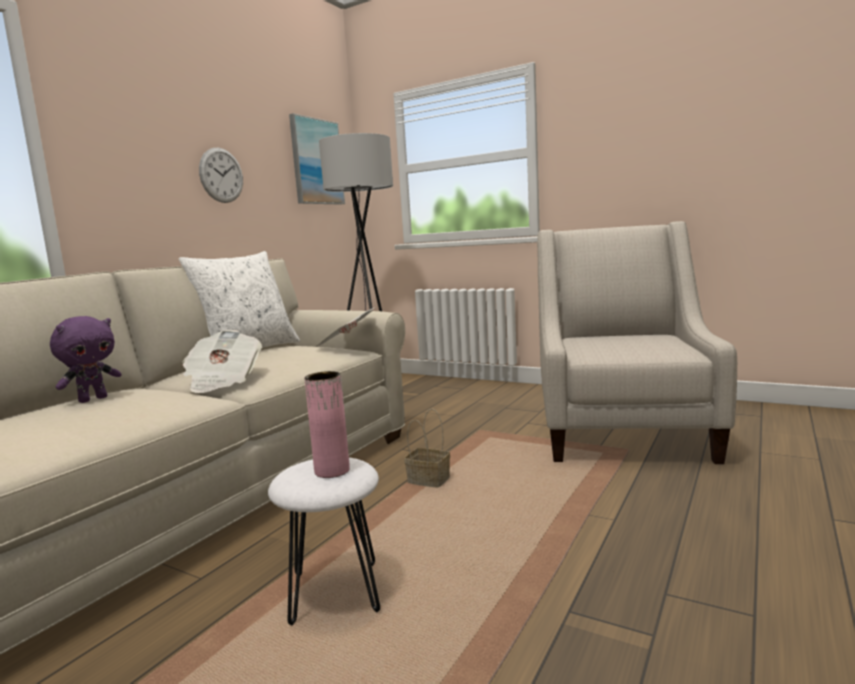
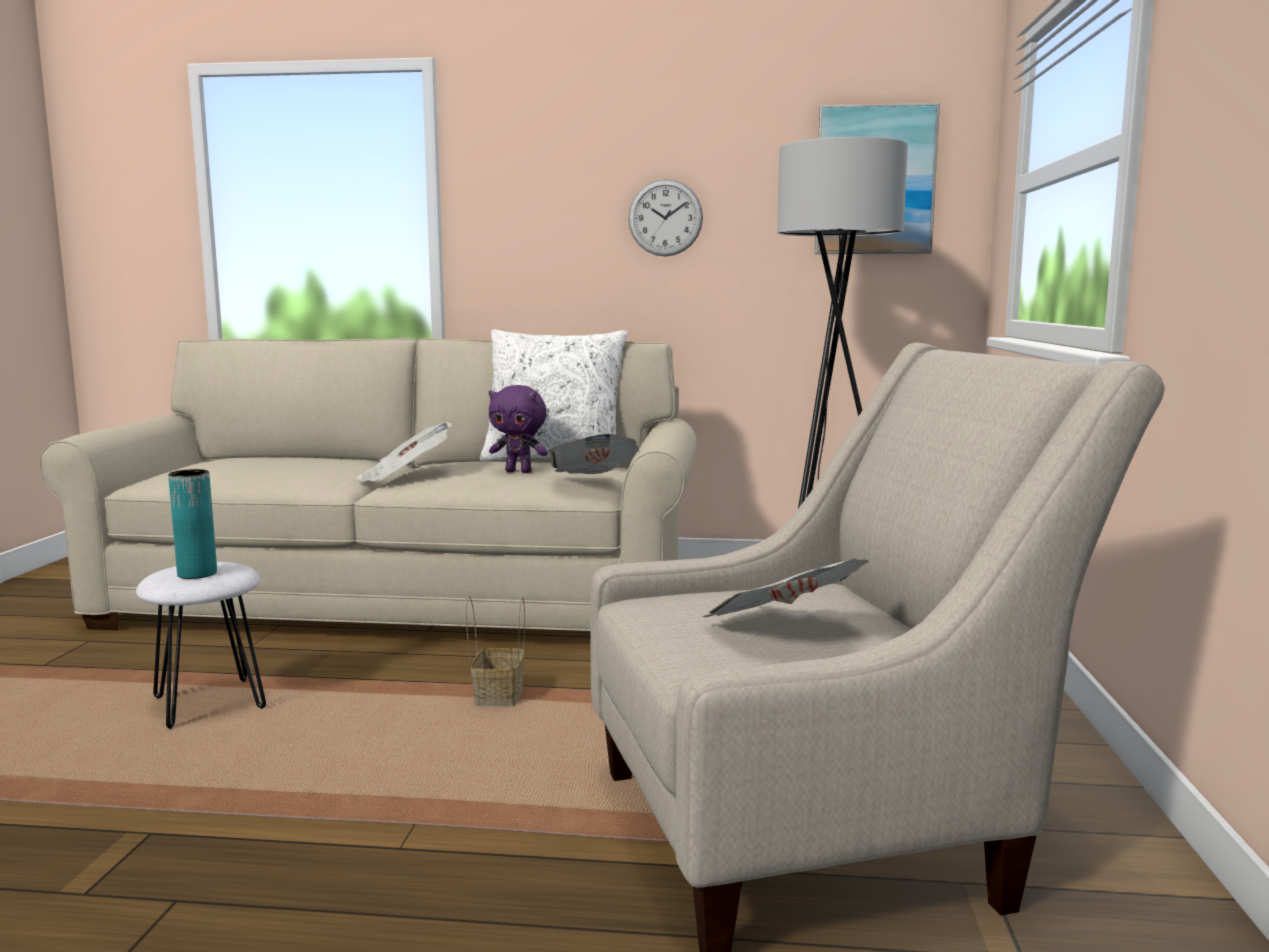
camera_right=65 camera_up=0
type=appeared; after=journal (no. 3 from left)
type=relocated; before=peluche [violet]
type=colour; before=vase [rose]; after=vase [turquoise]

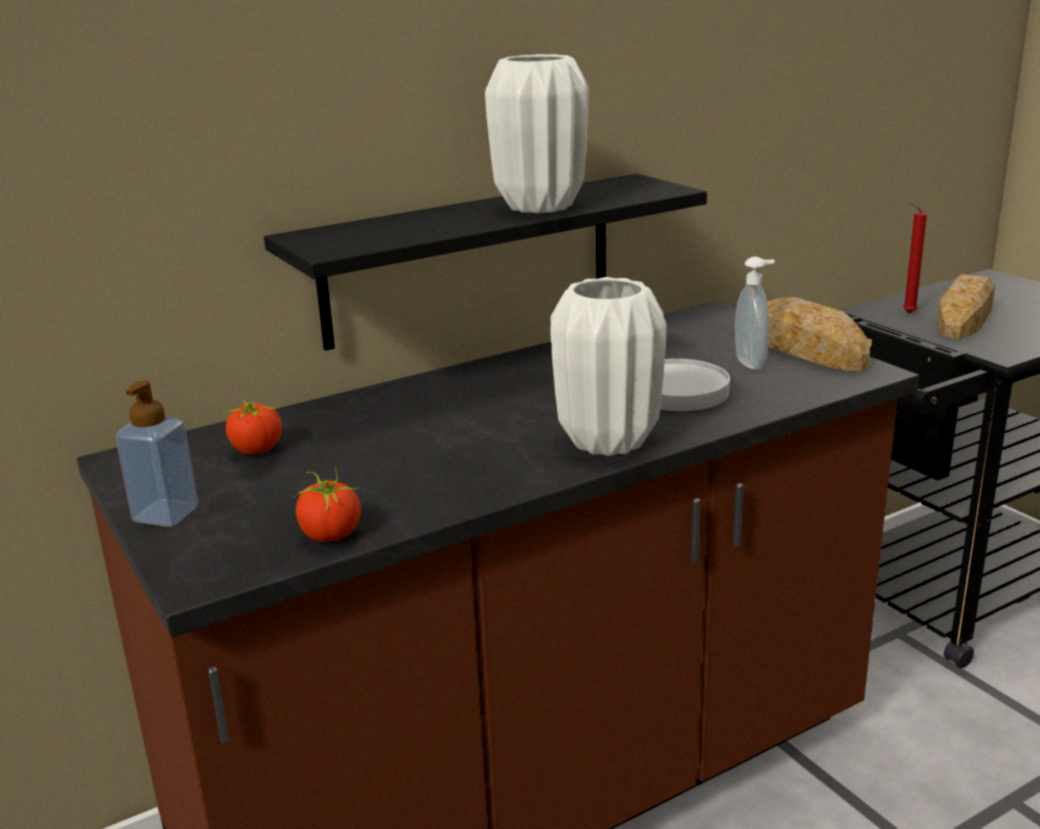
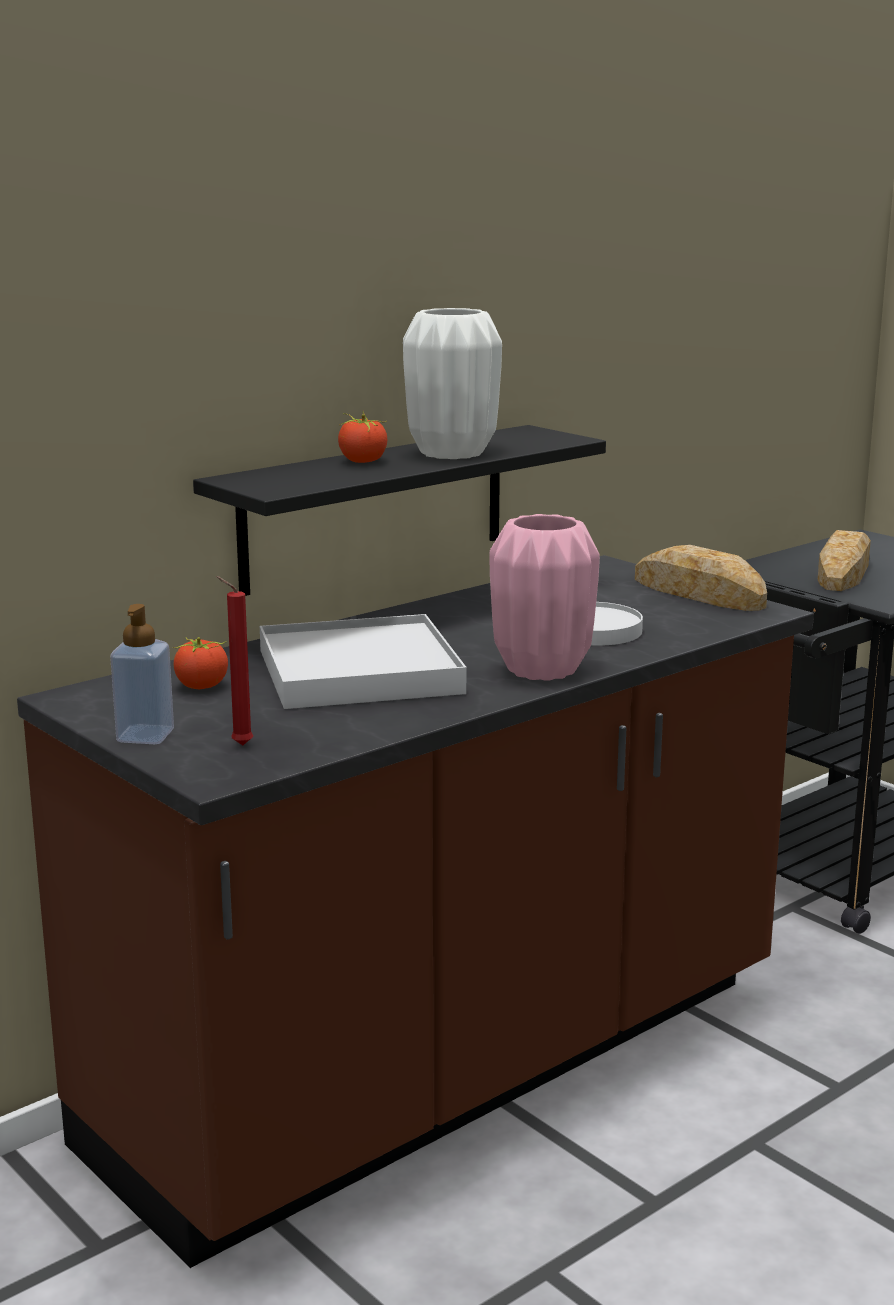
camera_right=-10 camera_up=-5
type=missing; before=distributeur de savon (no. 2 from left)
type=appeared; after=plateau [blanc]
type=relocated; before=tomate (no. 2 from left)
type=relocated; before=bougie [rouge]
type=colour; before=vase [blanc] (no. 2 from left); after=vase [rose]

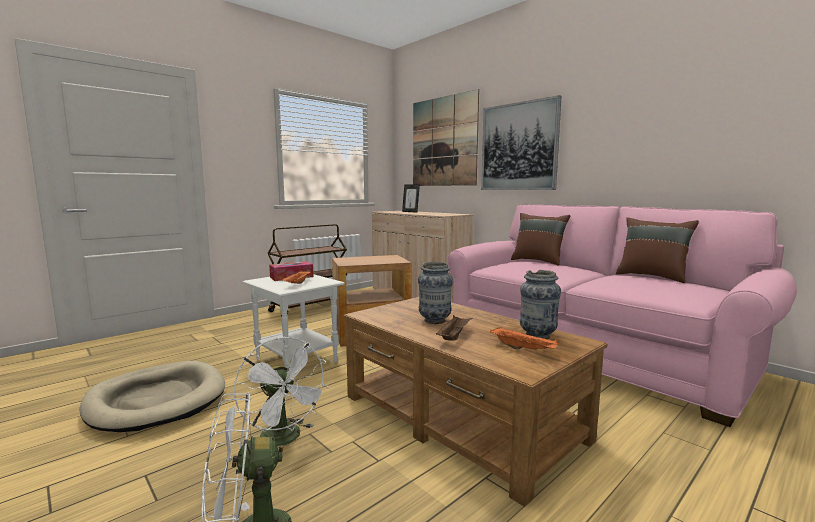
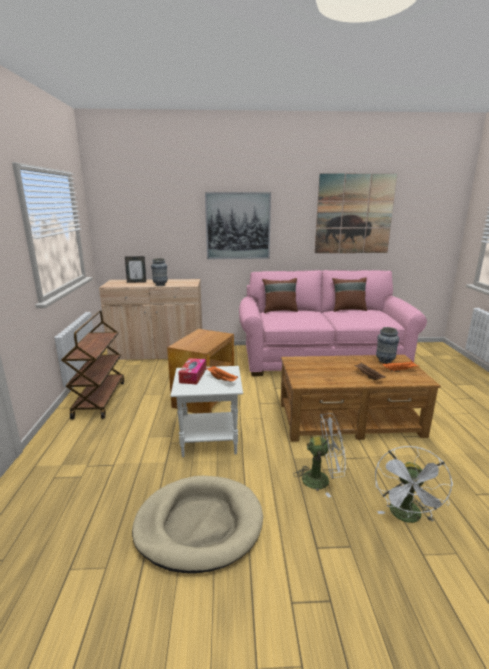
camera_right=-50 camera_up=10
type=relocated; before=tableau (no. 1 from left in the first image); after=tableau (no. 2 from left)
type=relocated; before=vase (no. 1 from left)

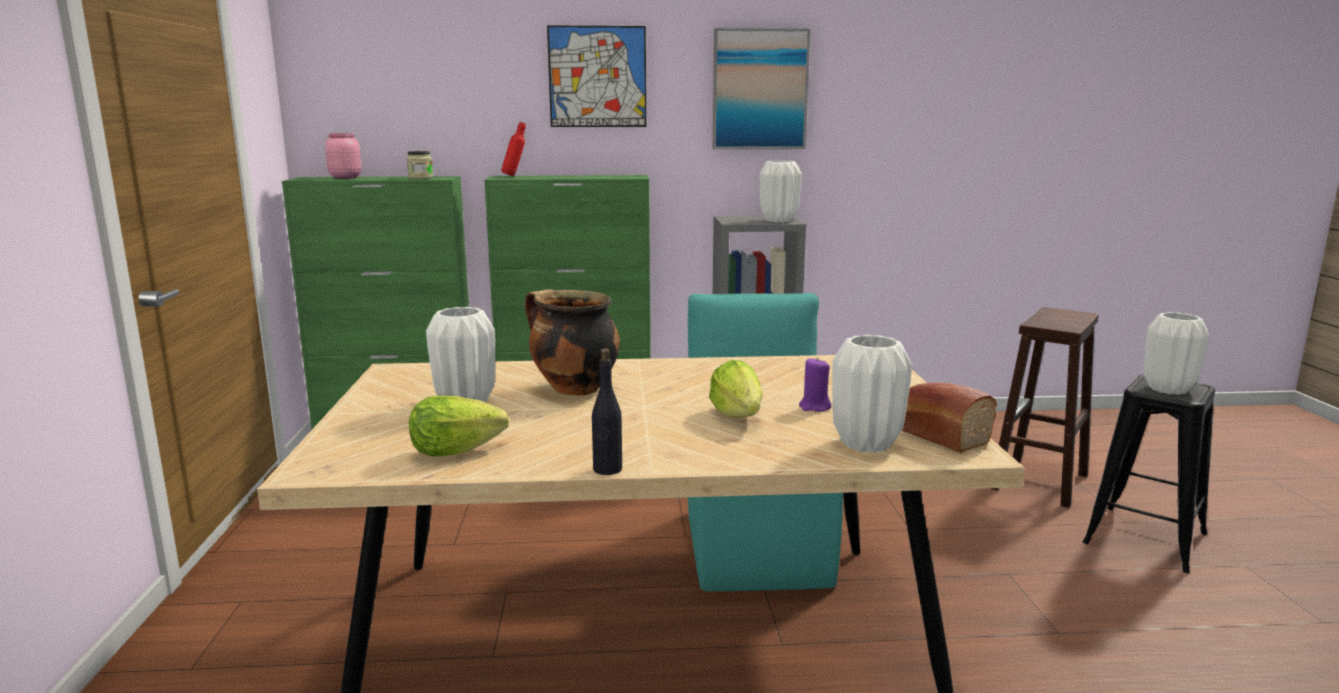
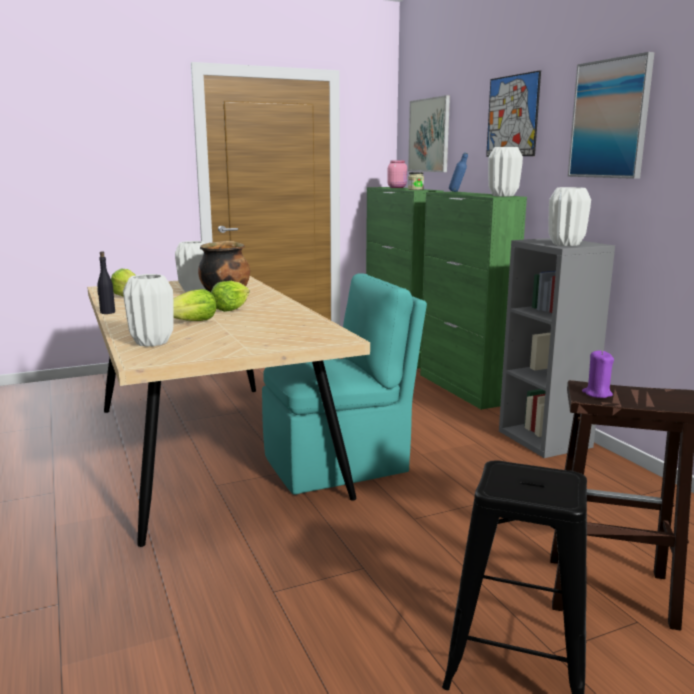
camera_right=70 camera_up=0
type=missing; before=pain
type=appeared; after=laitue (no. 3 from left)
type=appeared; after=tableau (no. 1 from left)
type=relocated; before=bougie [violet]
type=relocated; before=vase [blanc] (no. 4 from left in the first image); after=vase [blanc] (no. 3 from left)
type=colour; before=bouteille [rouge]; after=bouteille [bleu]

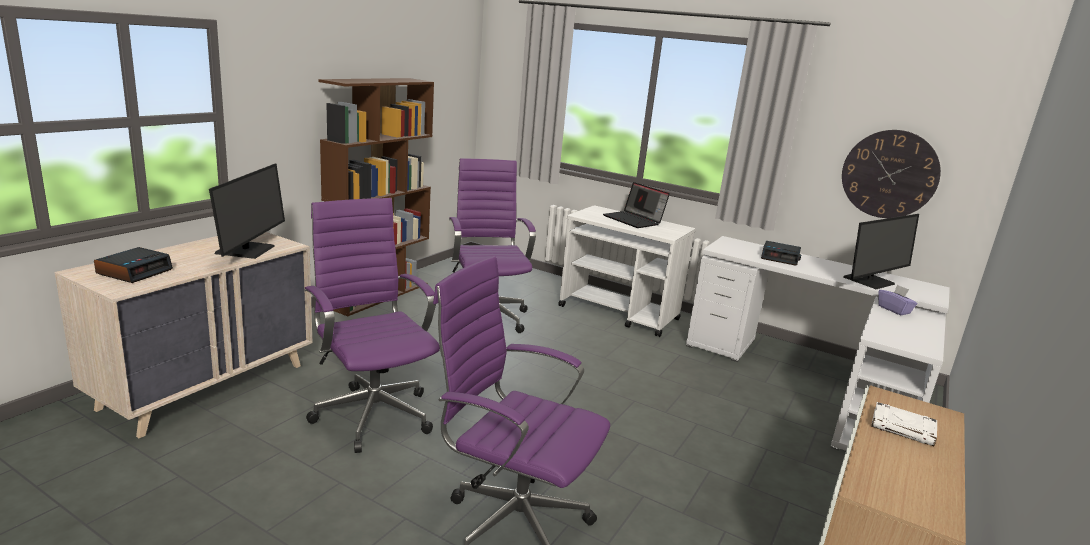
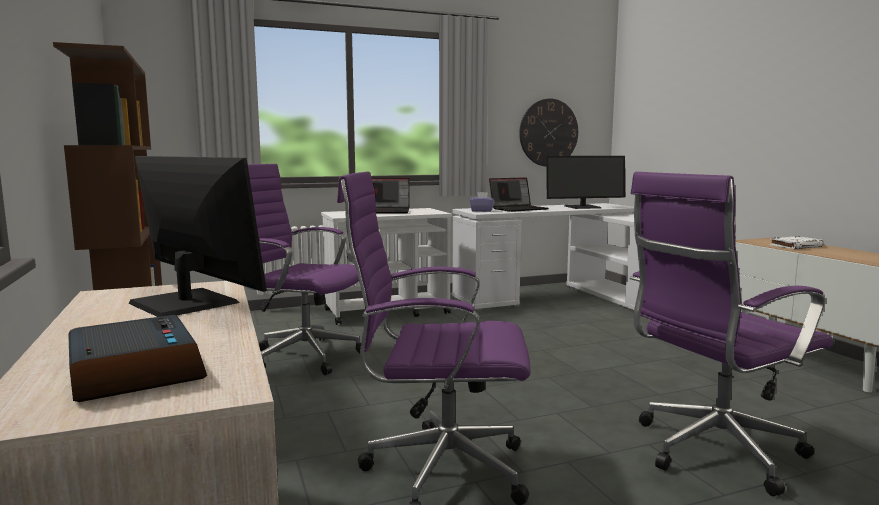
camera_right=-50 camera_up=-10
type=relocated; before=boîte à mouchoirs [violet]
type=exchanged; before=réveil (no. 2 from left); after=ordinateur portable (no. 2 from left)
type=spun; before=écran d'ordinateur (no. 2 from left); turn=75

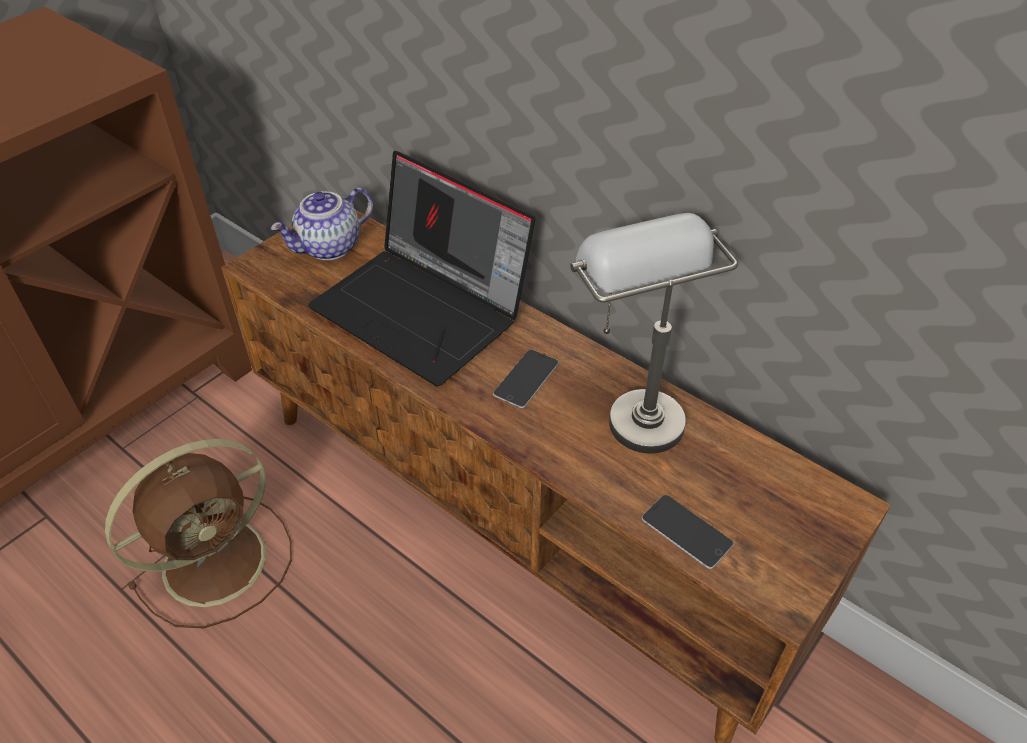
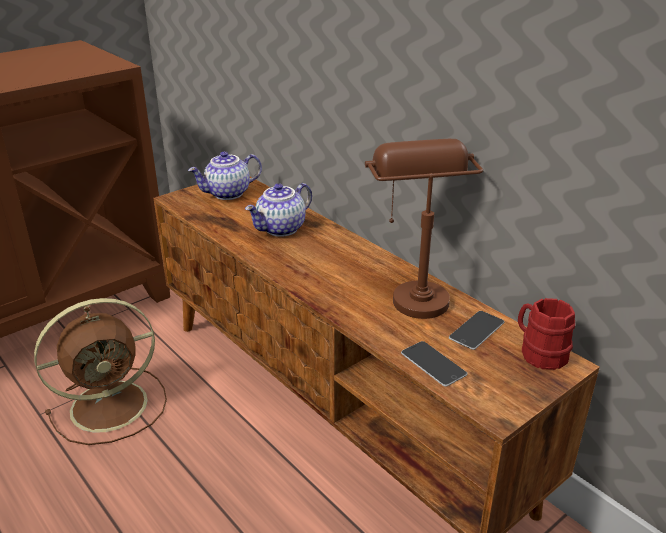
camera_right=10 camera_up=-15
type=appeared; after=mug [rouge]
type=relocated; before=téléphone (no. 1 from left in the first image); after=téléphone (no. 2 from left)
type=exchanged; before=ordinateur portable; after=théière (no. 2 from left)
type=colour; before=lampe de table [gris]; after=lampe de table [marron]

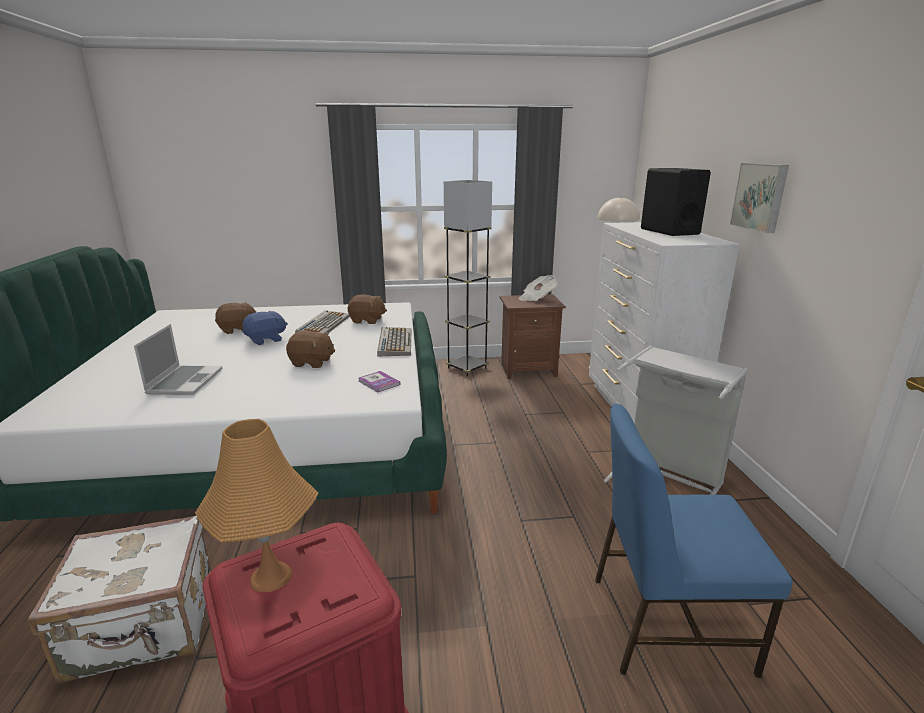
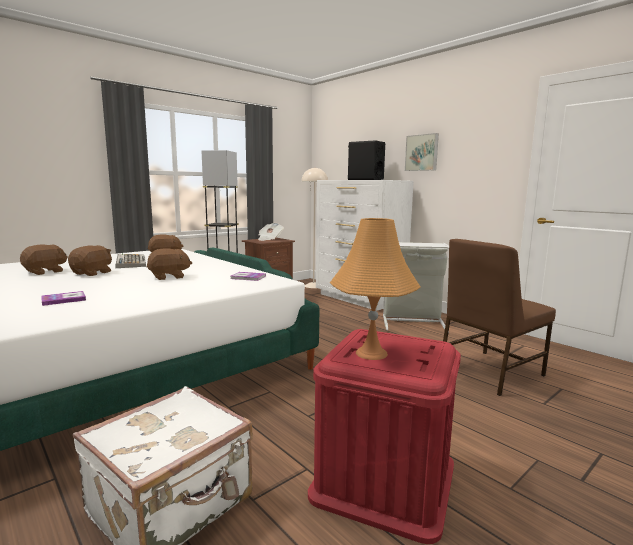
camera_right=-35 camera_up=-10
type=missing; before=clavier (no. 2 from left)
type=exchanged; before=ordinateur portable; after=livre (no. 1 from left)
type=colour; before=peluche [bleu]; after=peluche [marron] (no. 2 from left)
type=colour; before=chaise [bleu]; after=chaise [marron]

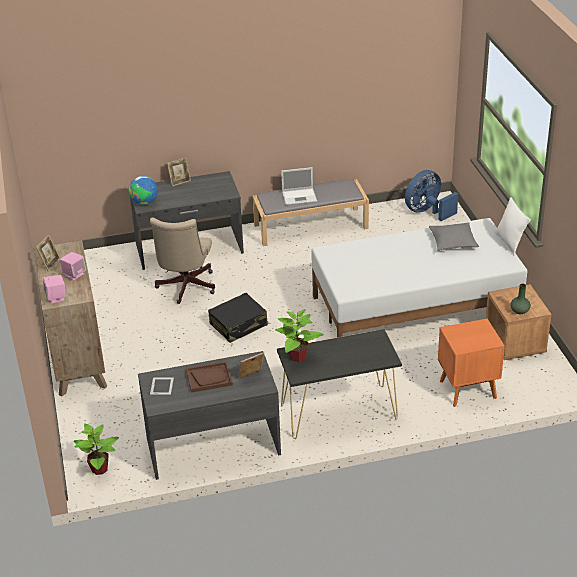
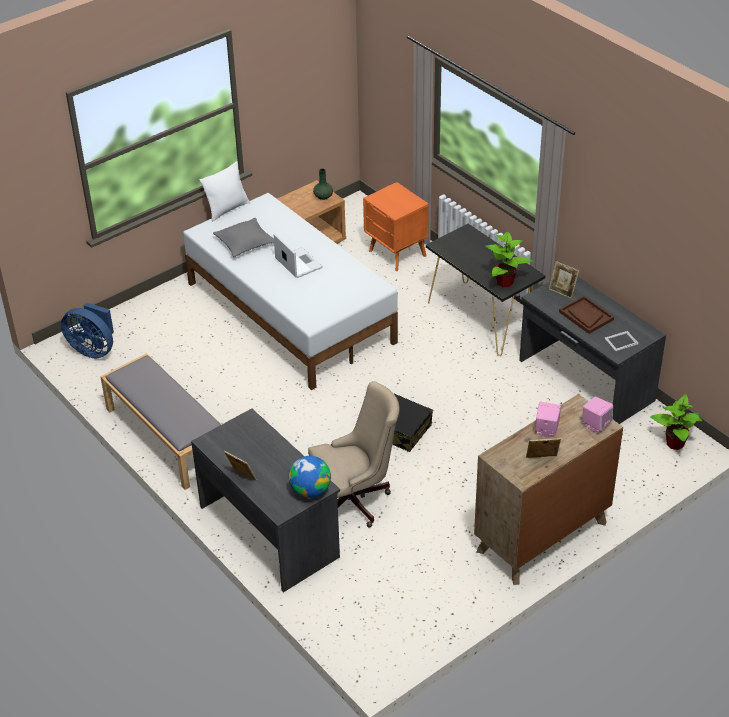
camera_right=-115 camera_up=5
type=relocated; before=ordinateur portable

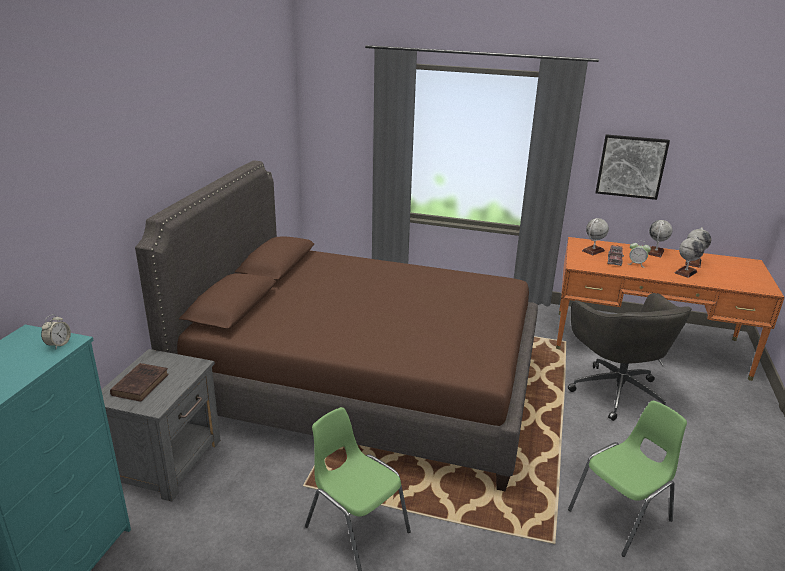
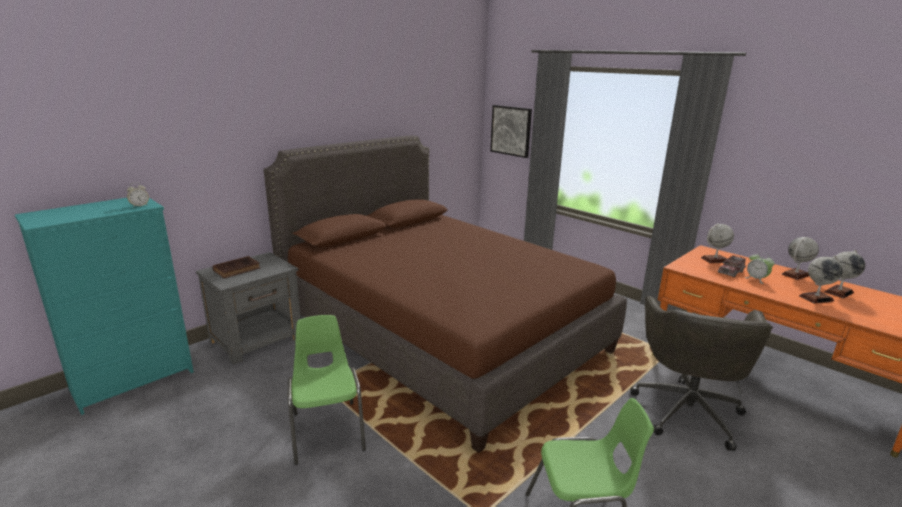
camera_right=30 camera_up=-5
type=relocated; before=tableau

